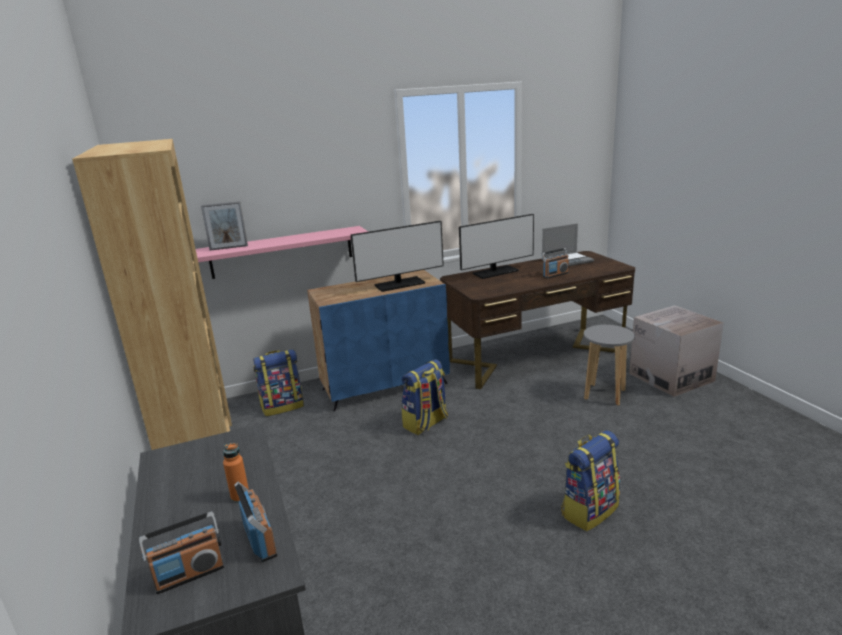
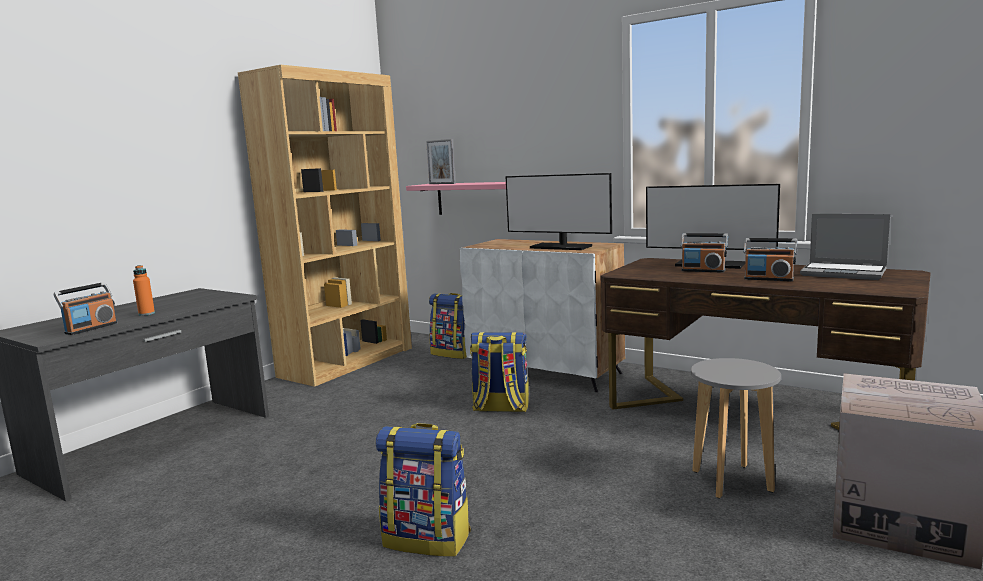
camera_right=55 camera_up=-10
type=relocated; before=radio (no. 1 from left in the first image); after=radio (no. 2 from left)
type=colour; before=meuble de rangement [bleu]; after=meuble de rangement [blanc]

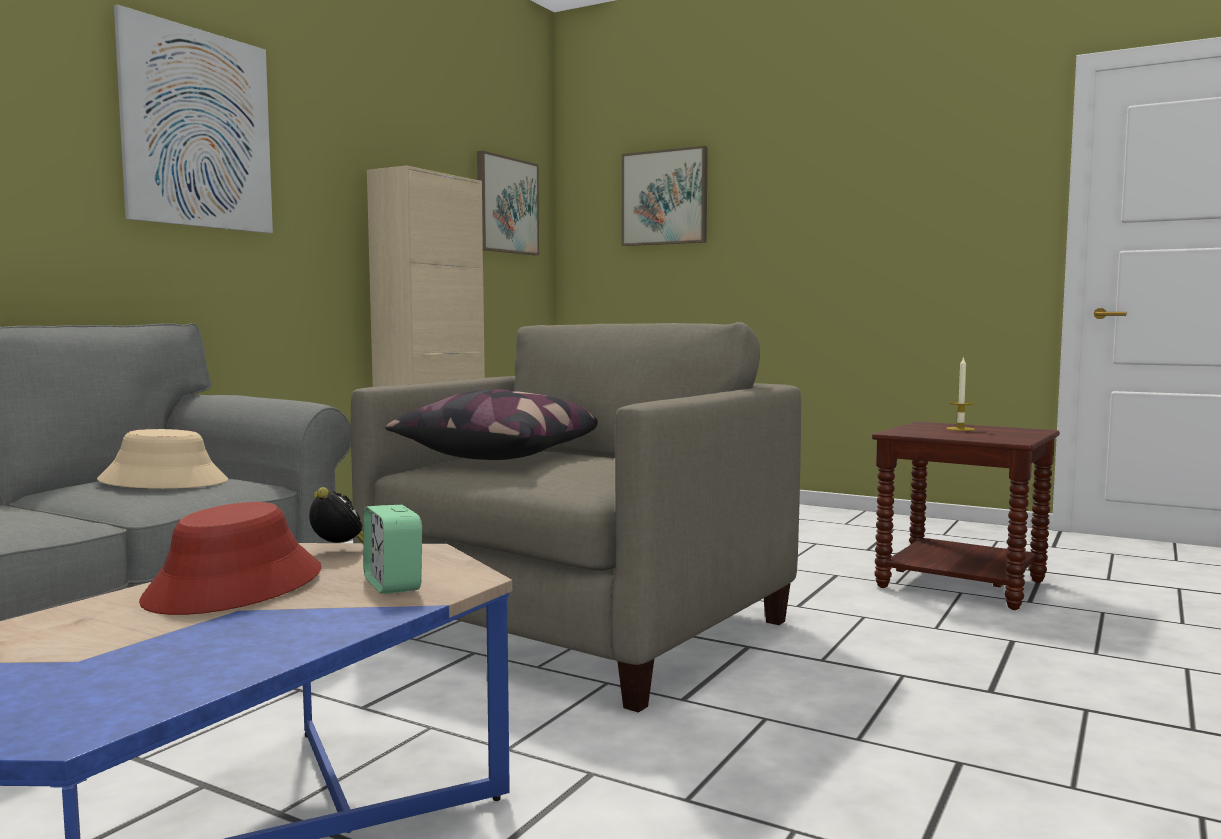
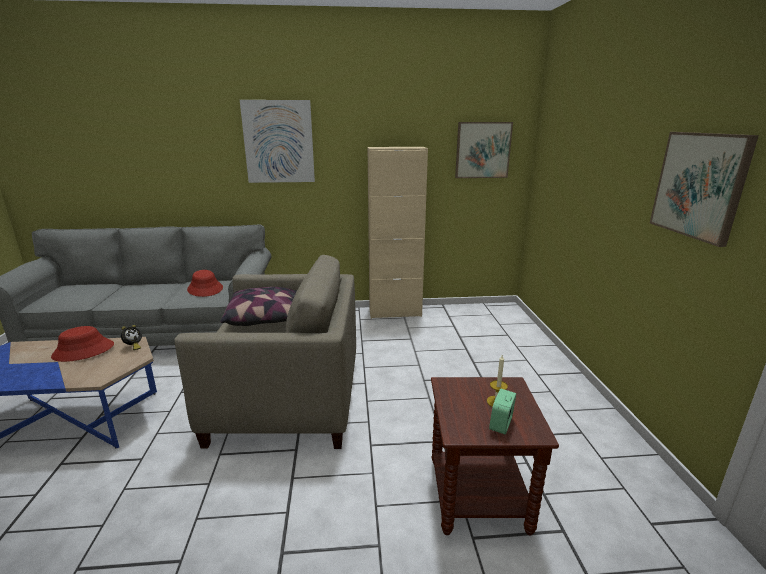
camera_right=55 camera_up=15
type=relocated; before=réveil (no. 2 from left)
type=relocated; before=tableau (no. 3 from left)
type=colour; before=chapeau [beige]; after=chapeau [rouge] (no. 2 from left)

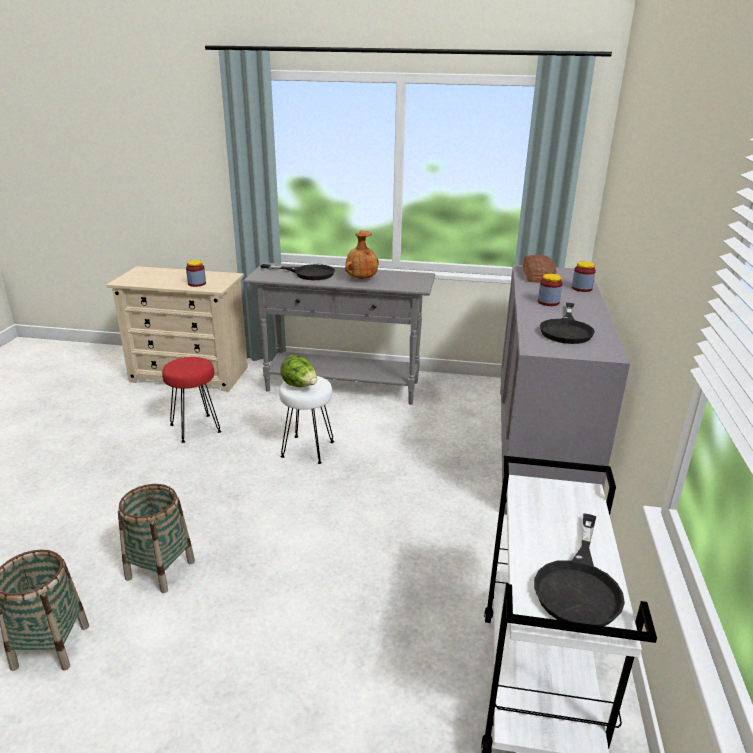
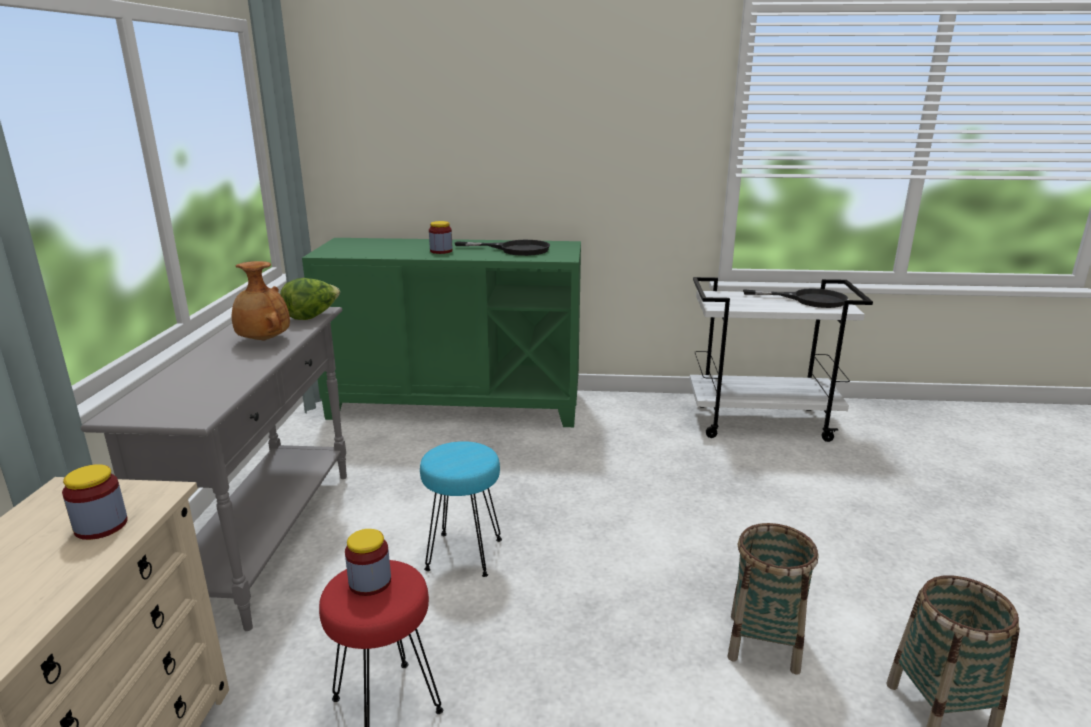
camera_right=-95 camera_up=-5
type=missing; before=poêle [noir] (no. 1 from left)
type=missing; before=pain
type=relocated; before=laitue
type=relocated; before=bocal (no. 3 from left in the first image); after=bocal (no. 2 from left)
type=colour; before=tabouret [blanc]; after=tabouret [turquoise]
type=colour; before=meuble de rangement [gris]; after=meuble de rangement [vert]

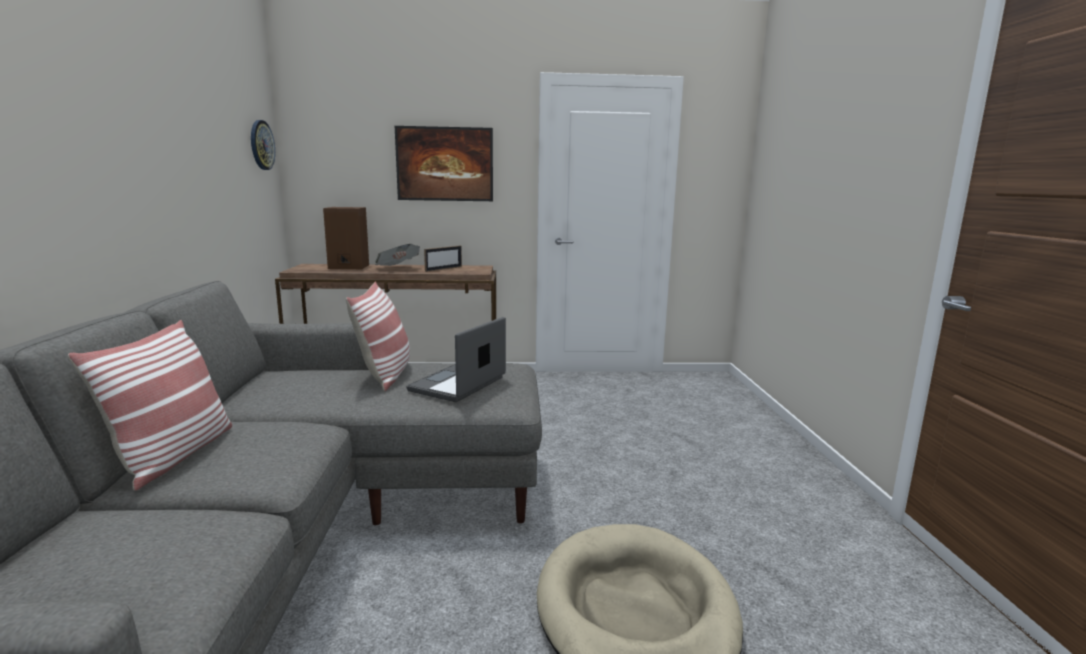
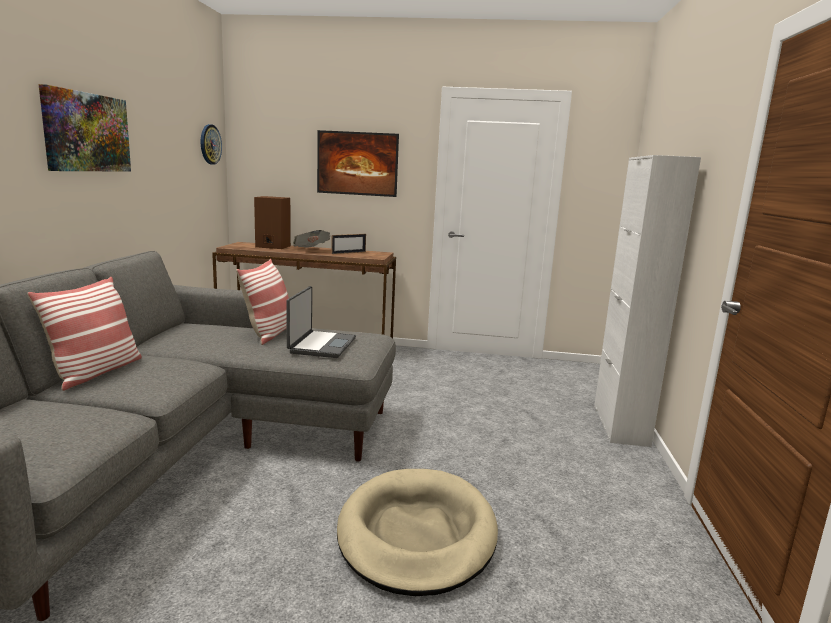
camera_right=10 camera_up=0
type=appeared; after=tableau (no. 1 from left)
type=appeared; after=meuble de rangement [blanc]
type=spun; before=ordinateur portable; turn=150

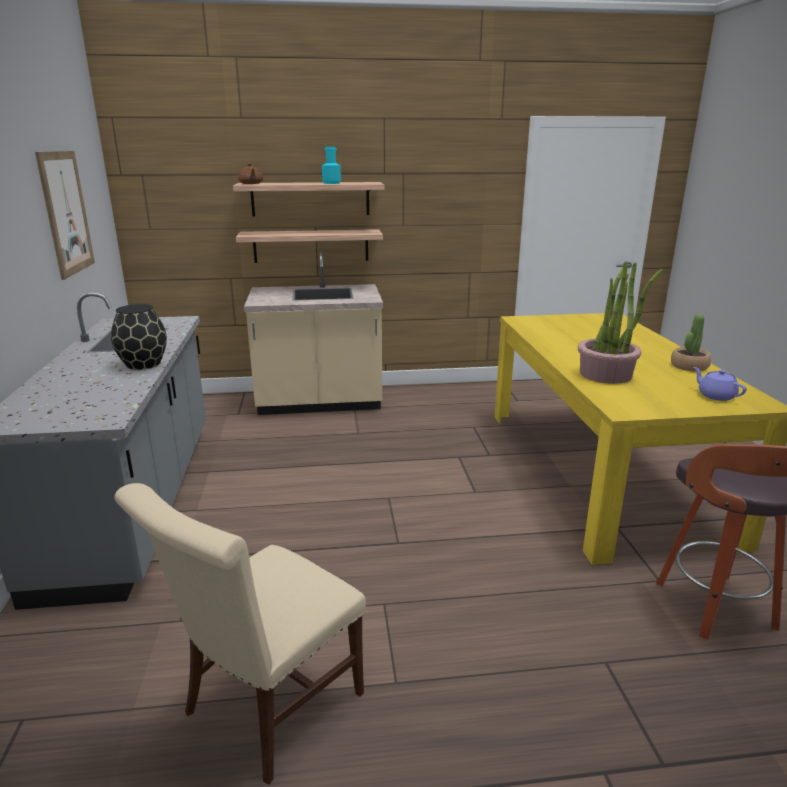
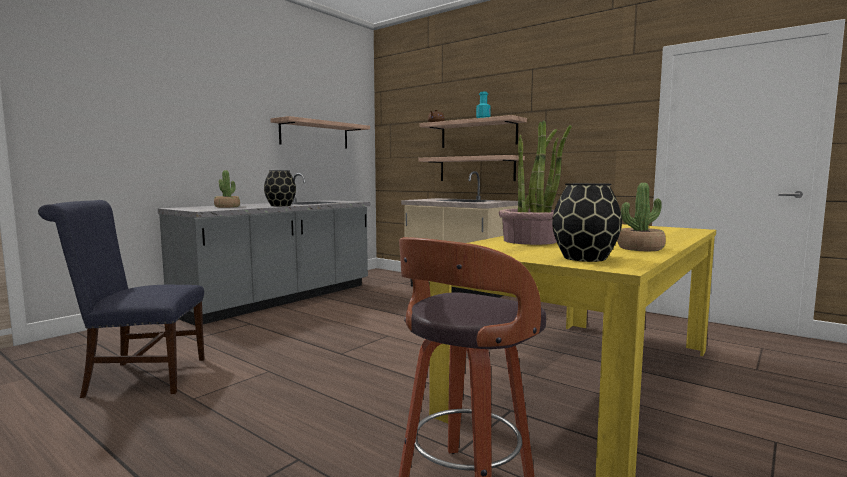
camera_right=45 camera_up=-15
type=appeared; after=plante en pot (no. 1 from left)
type=exchanged; before=tableau; after=étagère (no. 1 from left)
type=exchanged; before=théière [violet]; after=vase [noir] (no. 2 from left)
type=colour; before=chaise [beige]; after=chaise [bleu]

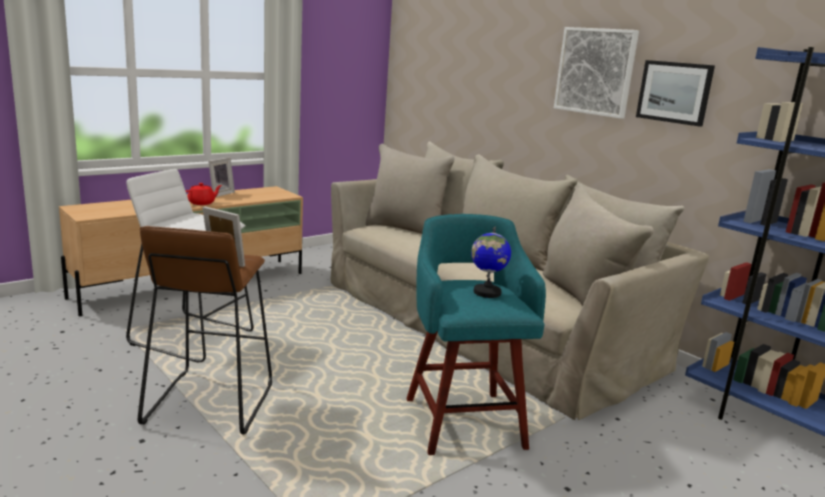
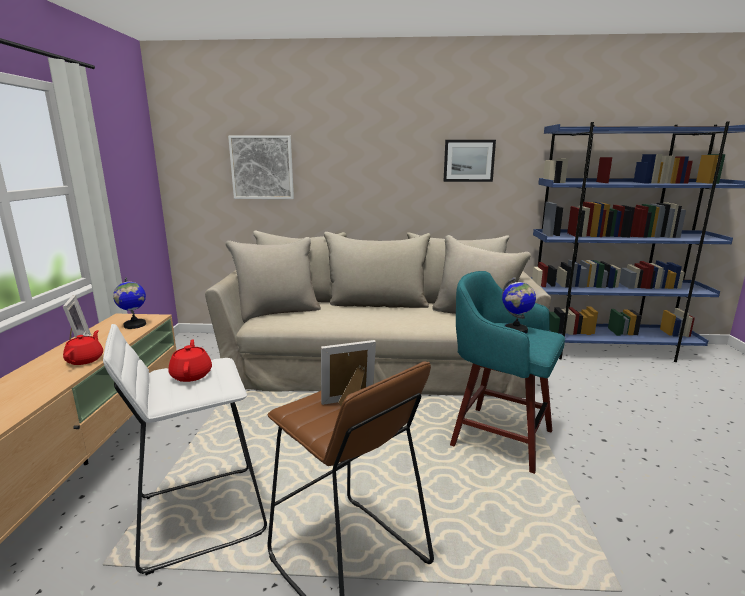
camera_right=-45 camera_up=0
type=appeared; after=globe (no. 1 from left)
type=appeared; after=théière [rouge] (no. 2 from left)
type=relocated; before=tableau (no. 1 from left)

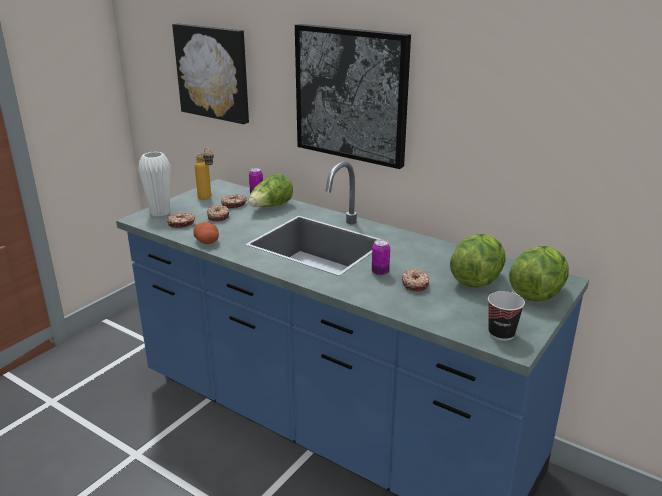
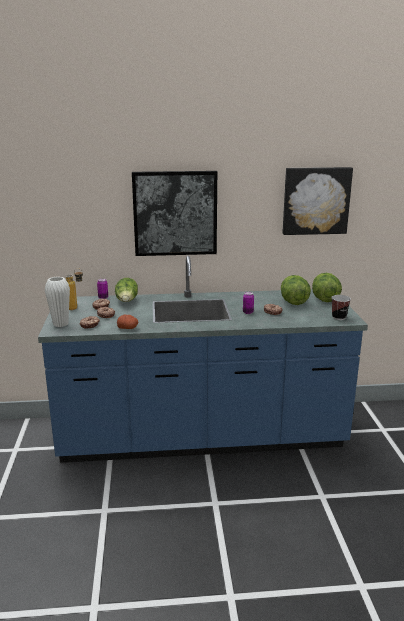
camera_right=-40 camera_up=-5
type=relocated; before=tableau (no. 1 from left in the first image); after=tableau (no. 2 from left)

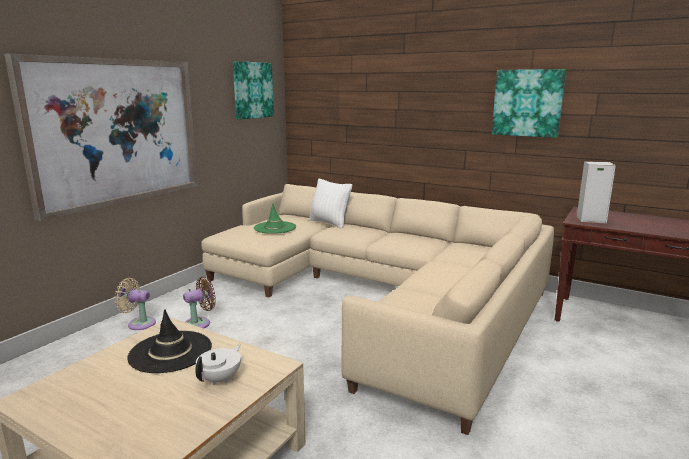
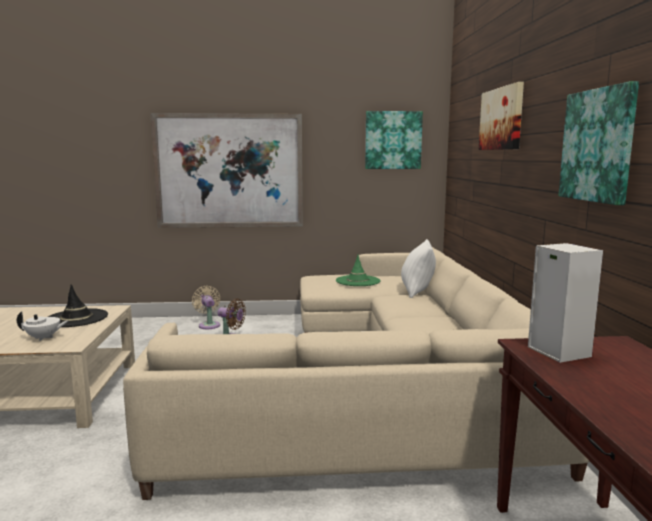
camera_right=55 camera_up=-5
type=appeared; after=tableau (no. 3 from left)

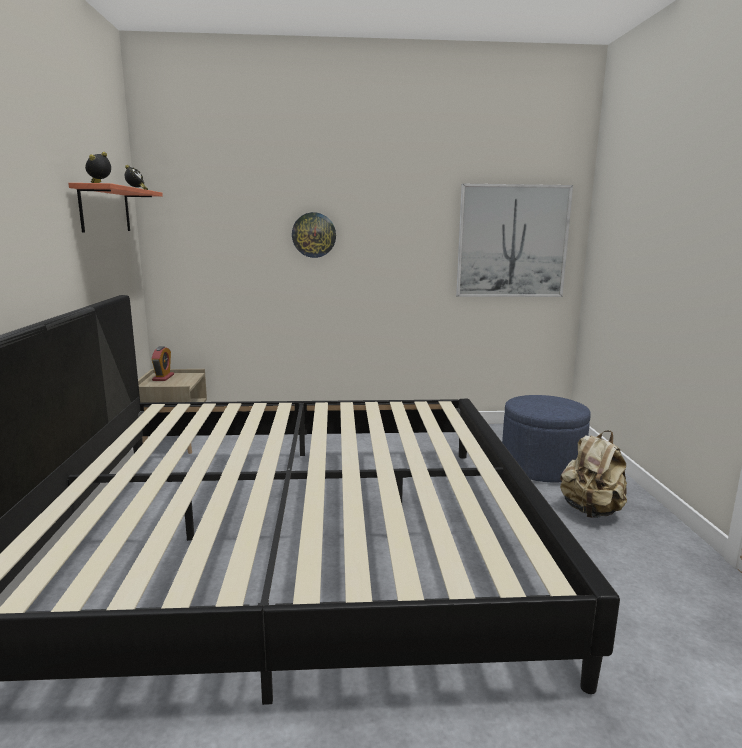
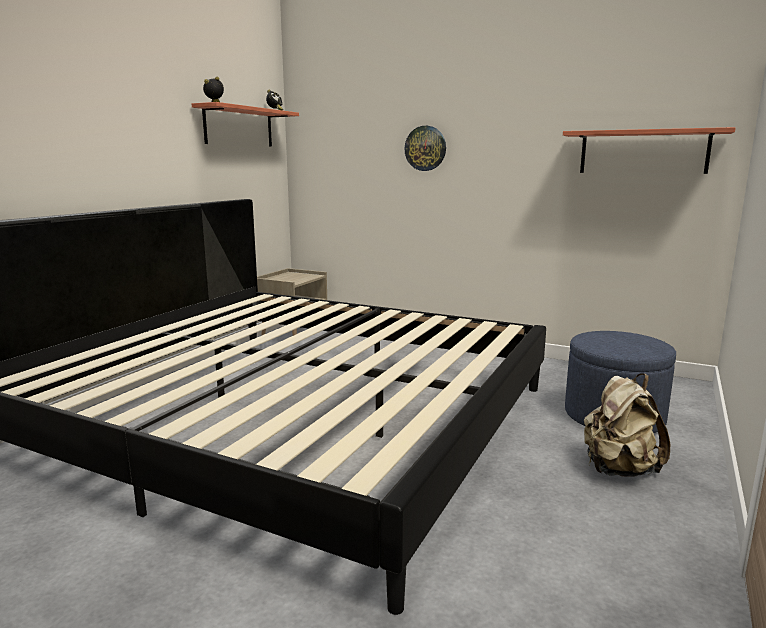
camera_right=30 camera_up=0
type=missing; before=réveil (no. 3 from left)
type=exchanged; before=tableau; after=étagère (no. 2 from left)

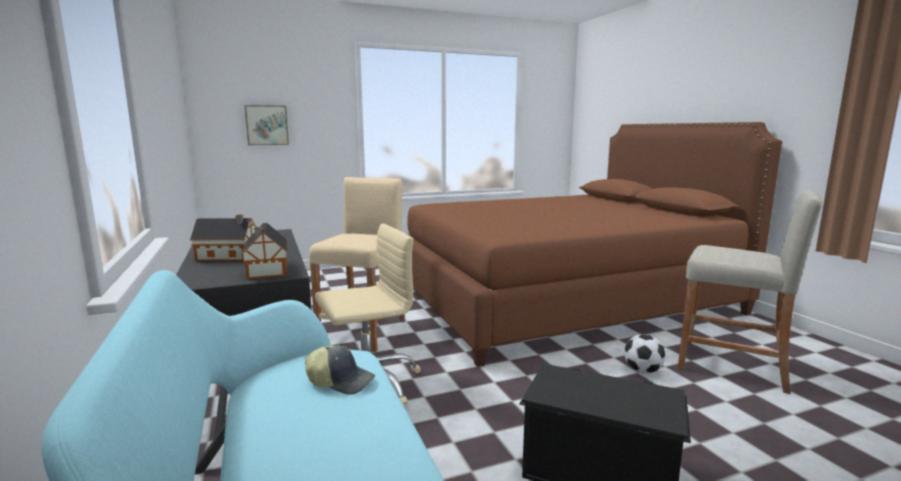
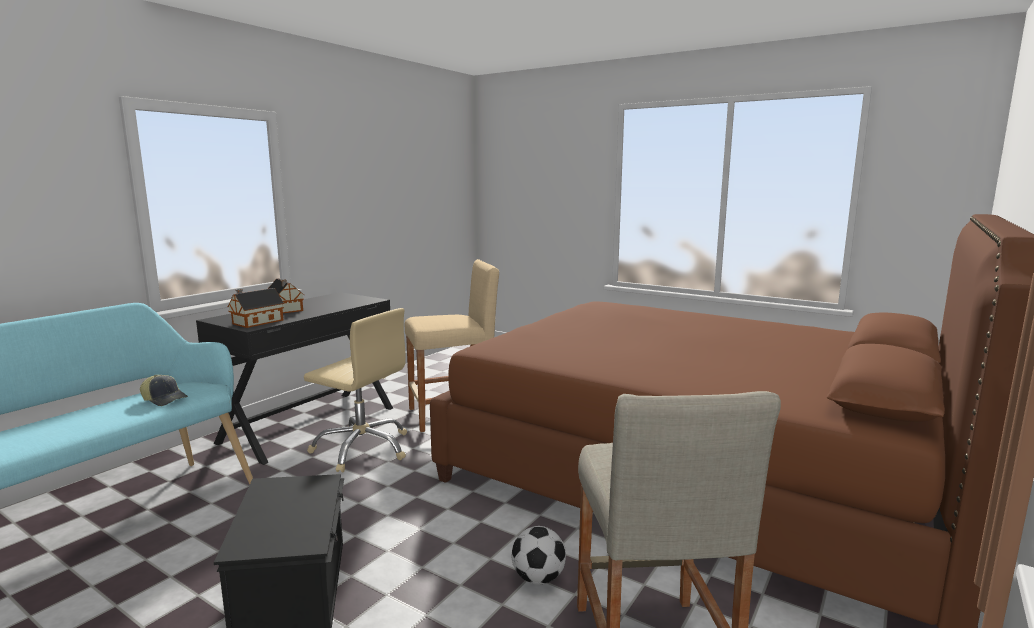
camera_right=55 camera_up=0
type=missing; before=tableau
type=spun; before=casquette; turn=-45

